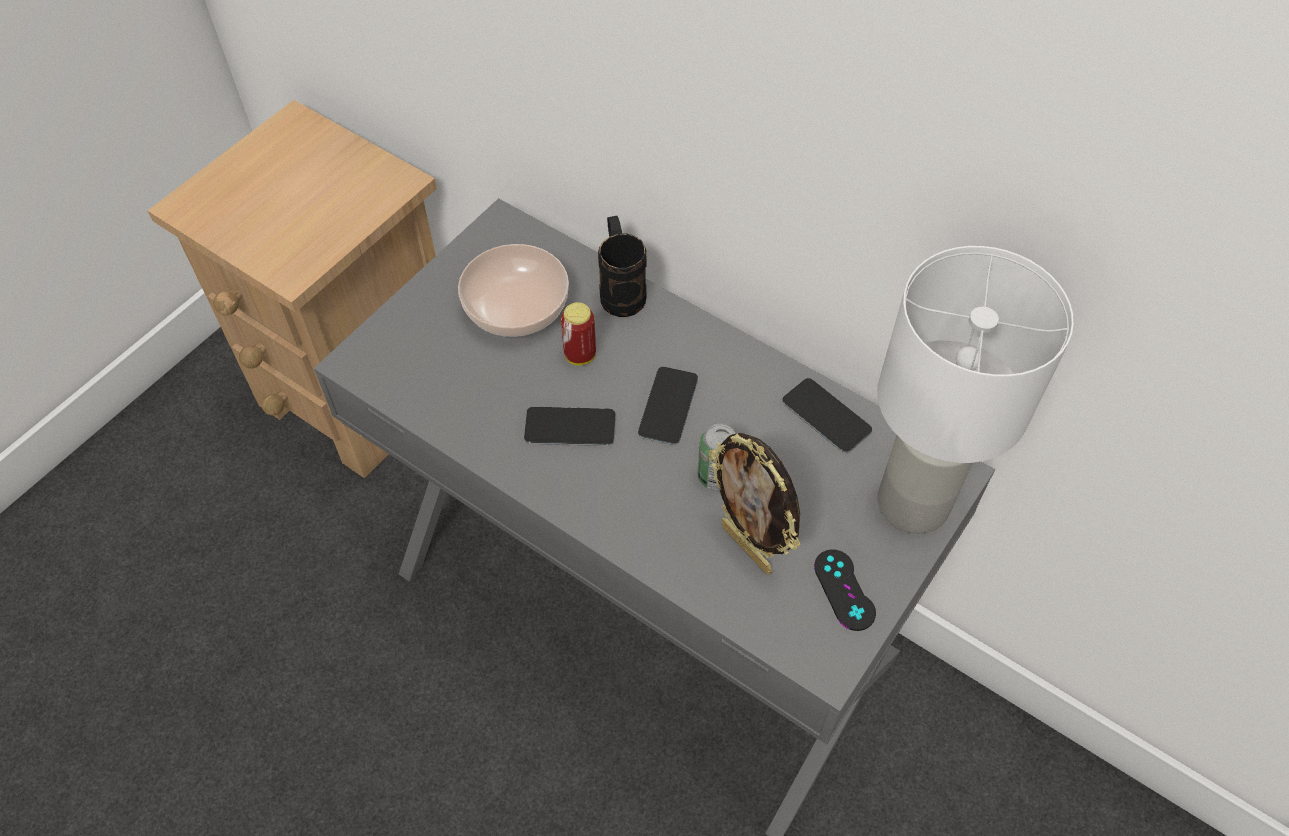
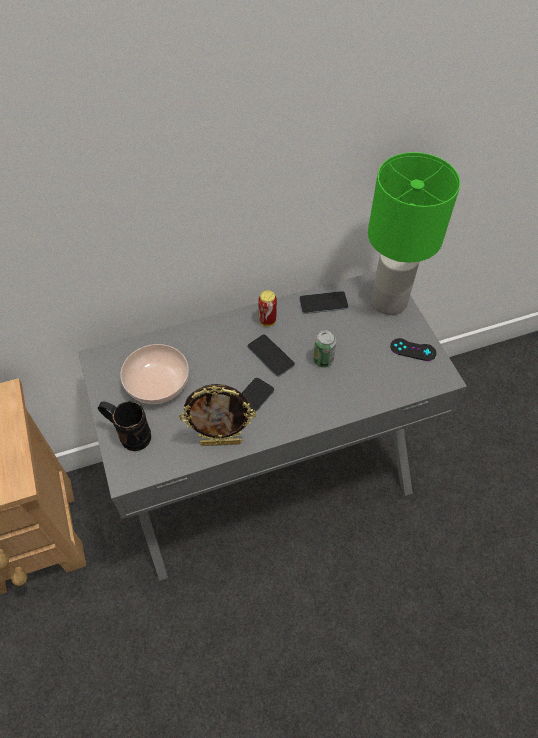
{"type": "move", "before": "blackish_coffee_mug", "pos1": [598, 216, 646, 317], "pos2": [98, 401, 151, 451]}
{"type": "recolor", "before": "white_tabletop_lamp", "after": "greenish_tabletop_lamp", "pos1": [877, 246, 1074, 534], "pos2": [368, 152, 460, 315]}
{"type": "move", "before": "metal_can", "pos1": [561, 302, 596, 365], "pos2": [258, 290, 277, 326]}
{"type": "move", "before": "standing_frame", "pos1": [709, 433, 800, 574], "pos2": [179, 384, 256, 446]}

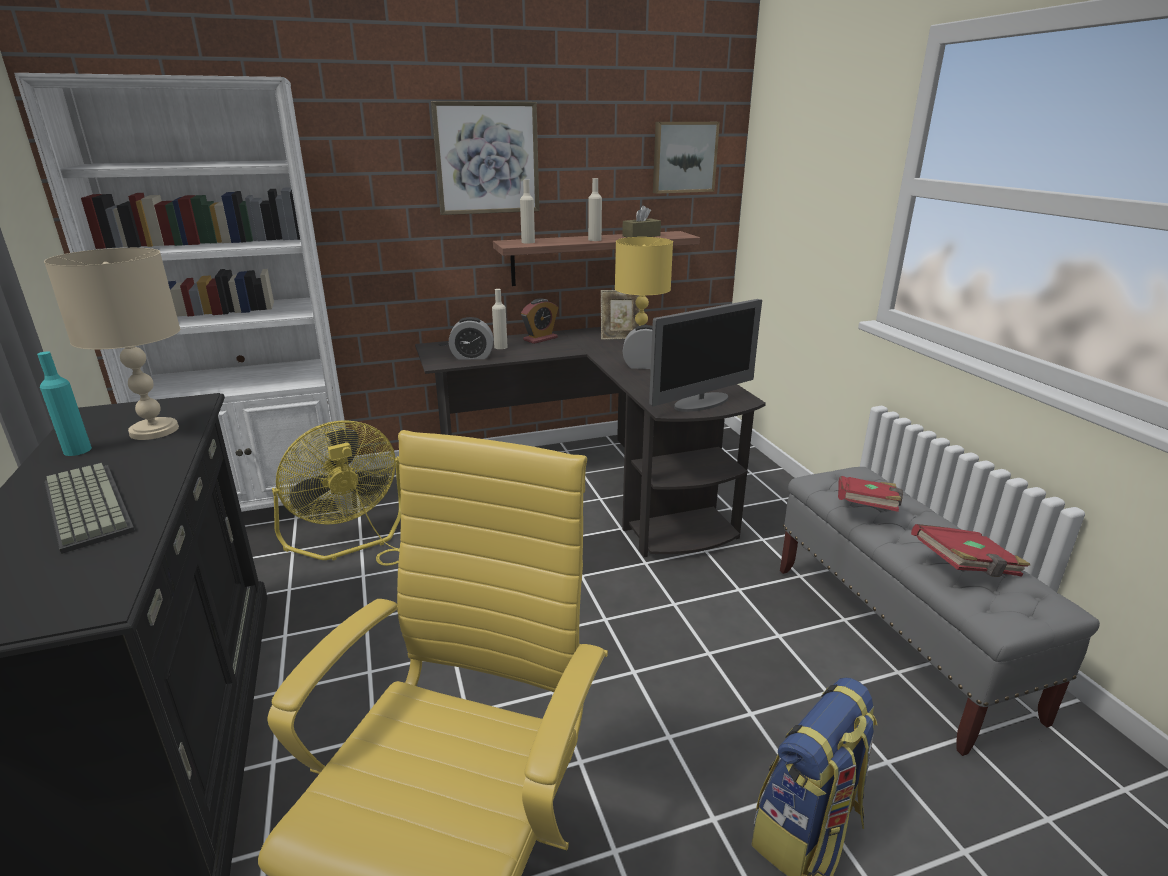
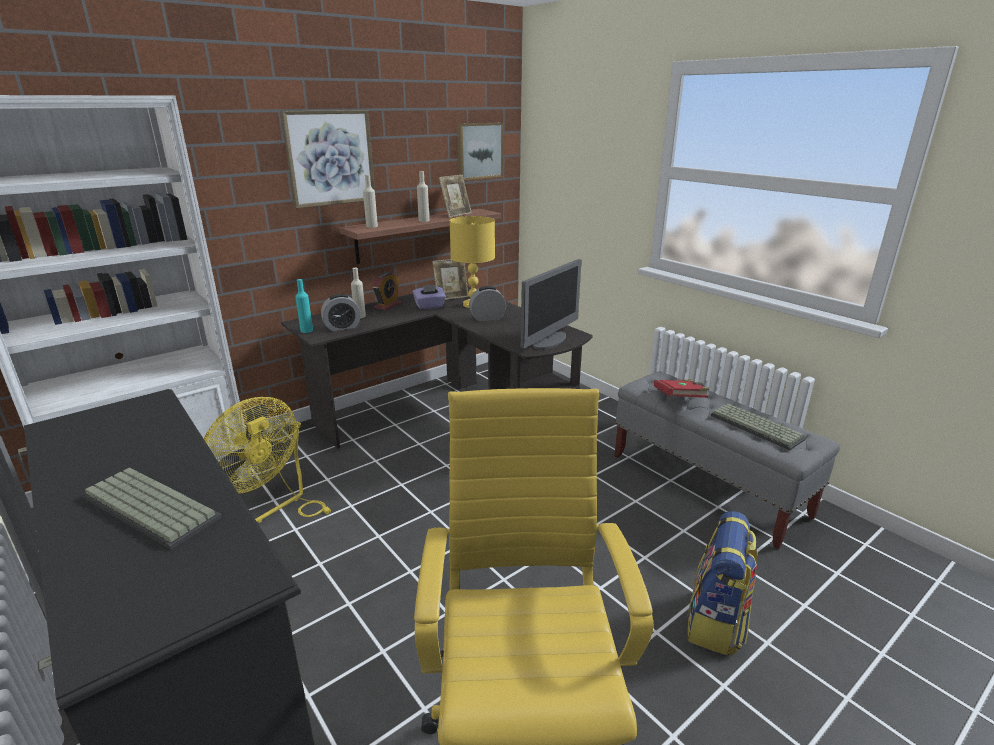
{"type": "replace", "before": "brown-coloured_tissue_box", "after": "standing_frame", "pos1": [622, 205, 661, 238], "pos2": [439, 175, 472, 218]}
{"type": "delete", "before": "beige-coloured_tabletop_lamp", "pos1": [44, 248, 180, 440]}
{"type": "move", "before": "blue-green_beverage_bottle", "pos1": [37, 351, 92, 456], "pos2": [295, 279, 313, 333]}
{"type": "replace", "before": "red-coloured_book", "after": "PC_keyboard", "pos1": [911, 524, 1031, 577], "pos2": [710, 403, 806, 450]}
{"type": "insert", "after": "purple_tissue_box", "pos2": [413, 284, 446, 309]}

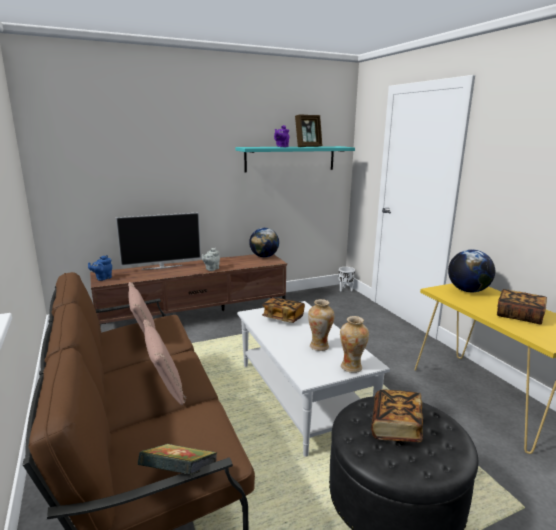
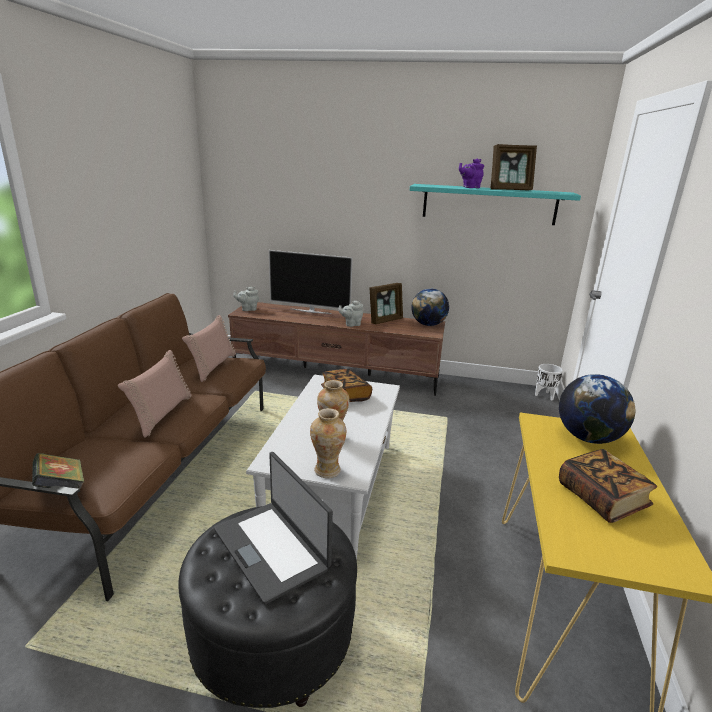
{"type": "recolor", "before": "blue-coloured_pot_for_tea", "after": "gray_pot_for_tea", "pos1": [88, 255, 112, 281], "pos2": [233, 287, 259, 311]}
{"type": "replace", "before": "book", "after": "portable_computer", "pos1": [371, 389, 423, 442], "pos2": [214, 452, 333, 605]}
{"type": "insert", "after": "standing_frame", "pos2": [370, 283, 403, 324]}

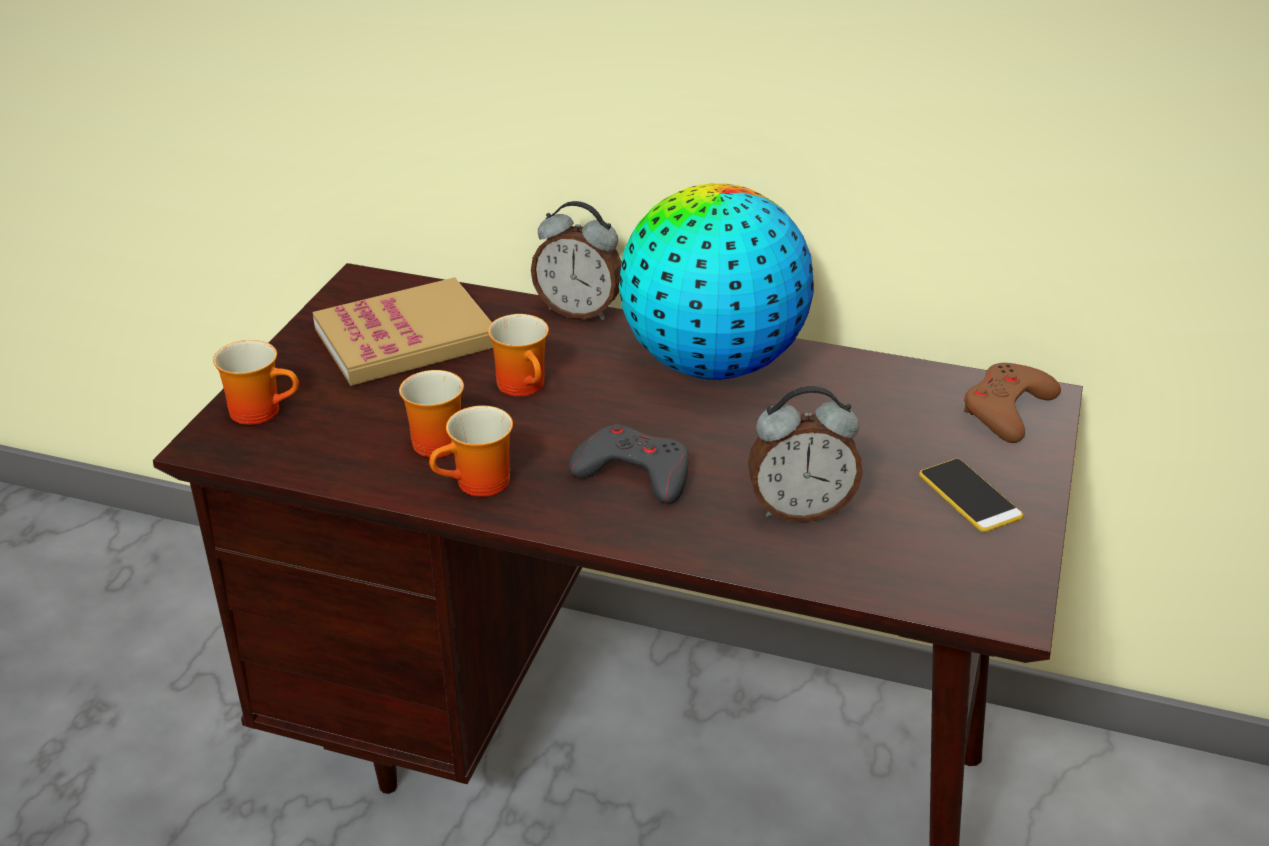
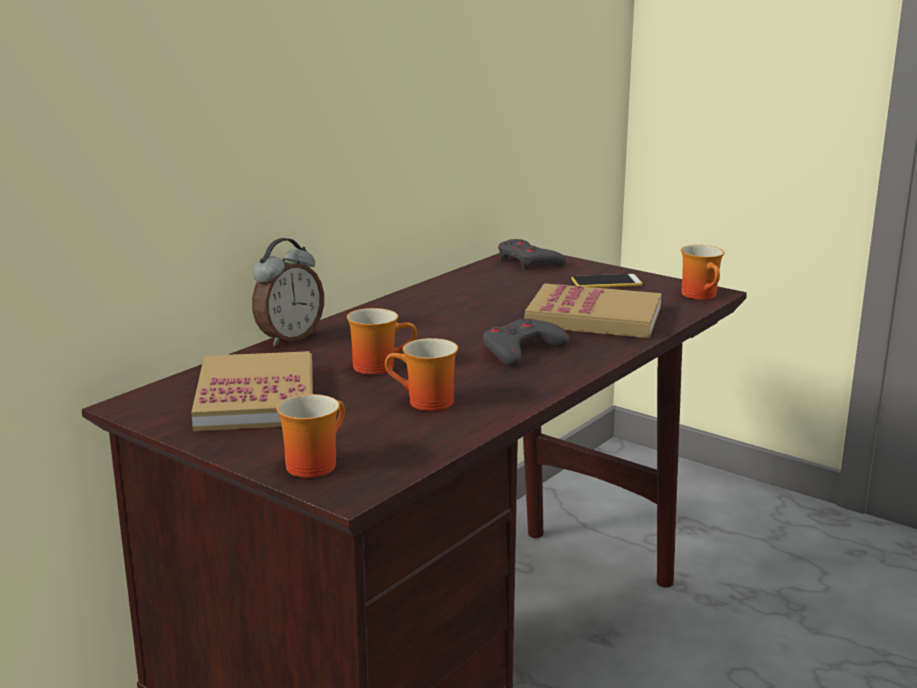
{"type": "delete", "before": "world_globe", "pos1": [619, 183, 814, 380]}
{"type": "recolor", "before": "brown-coloured_game_controller", "after": "gray_game_controller", "pos1": [964, 363, 1061, 443], "pos2": [498, 239, 567, 269]}
{"type": "replace", "before": "alarm_clock", "after": "book", "pos1": [748, 386, 863, 523], "pos2": [524, 283, 662, 338]}
{"type": "move", "before": "coffee_mug", "pos1": [429, 405, 513, 497], "pos2": [681, 245, 725, 300]}

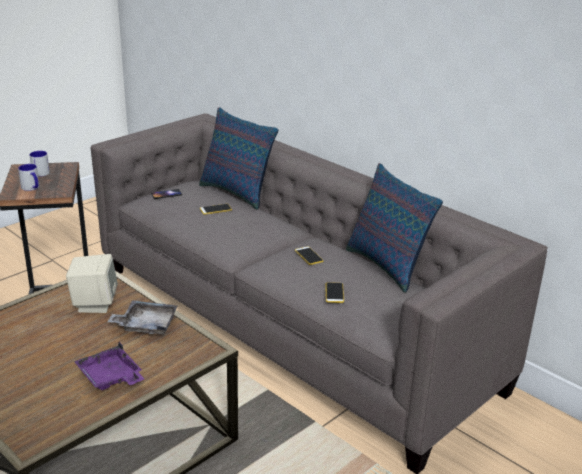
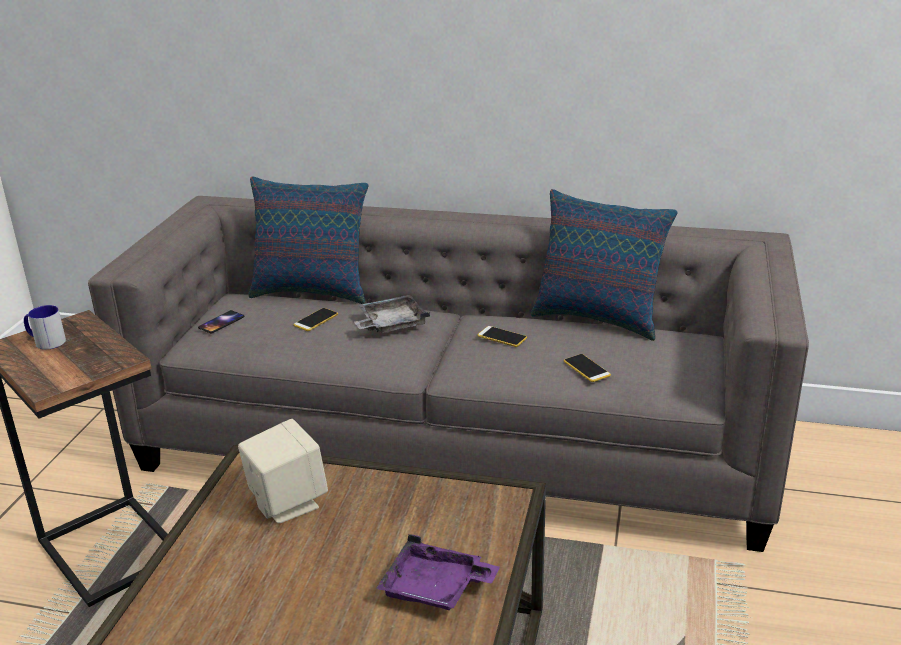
{"type": "delete", "before": "coffee_mug", "pos1": [18, 164, 39, 191]}
{"type": "move", "before": "gray_serving_tray", "pos1": [107, 300, 177, 335], "pos2": [354, 295, 430, 333]}

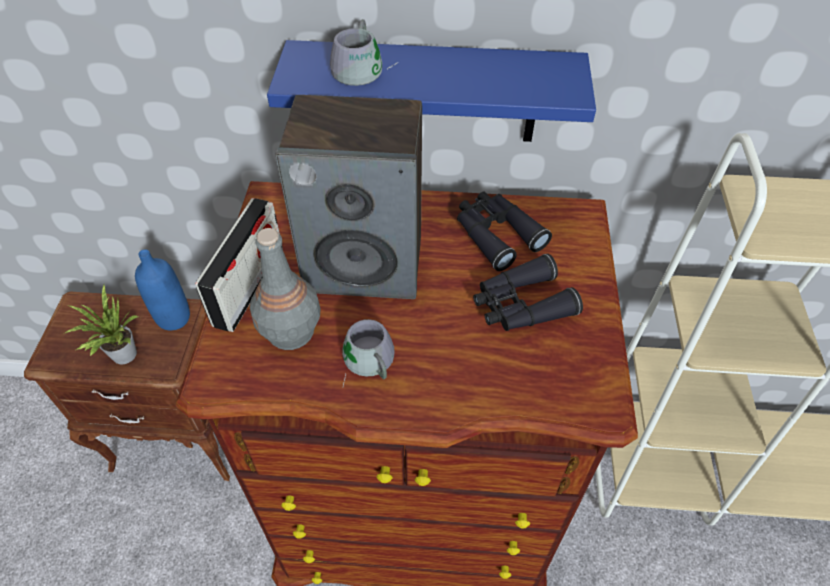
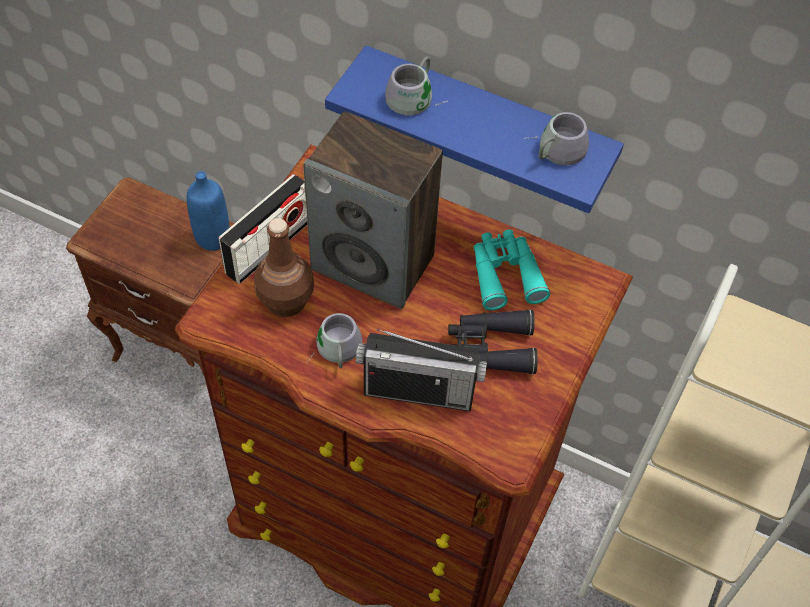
{"type": "recolor", "before": "blackish_binoculars", "after": "blue-green_binoculars", "pos1": [457, 191, 552, 271], "pos2": [474, 229, 550, 311]}
{"type": "recolor", "before": "gray_beverage_bottle", "after": "brown-coloured_beverage_bottle", "pos1": [250, 228, 321, 350], "pos2": [254, 218, 314, 317]}
{"type": "delete", "before": "plant_in_a_pot", "pos1": [63, 285, 138, 364]}
{"type": "insert", "after": "gray_coffee_mug", "pos2": [525, 112, 589, 165]}
{"type": "insert", "after": "radio_receiver", "pos2": [356, 329, 487, 411]}

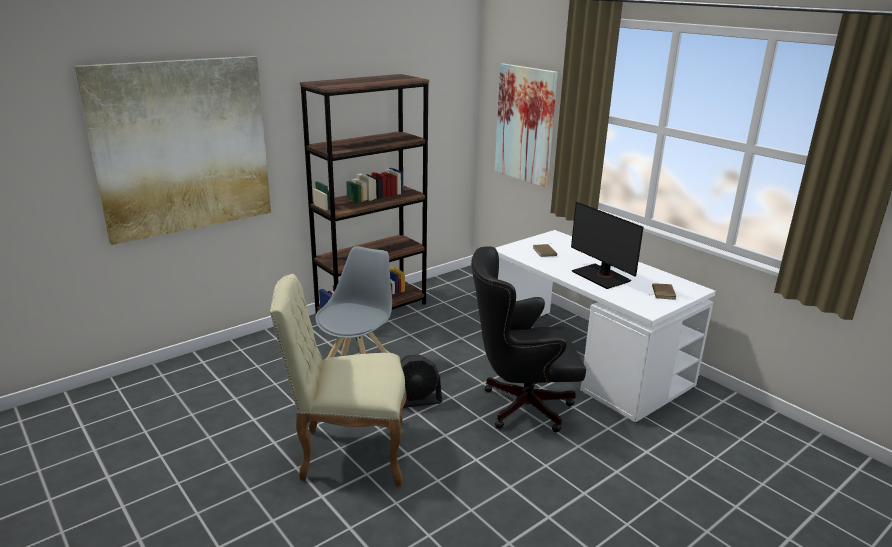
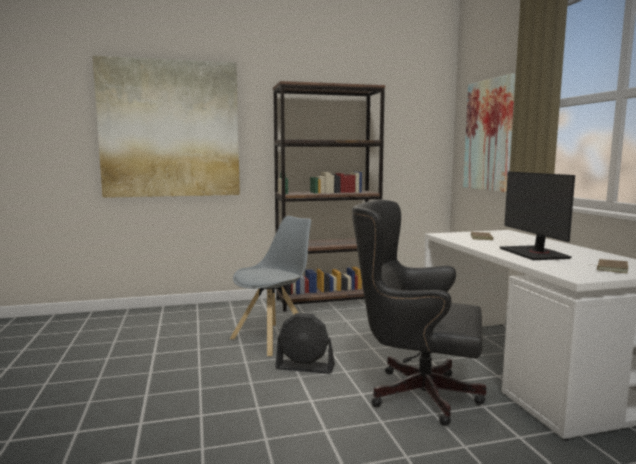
{"type": "delete", "before": "beige-coloured_chair", "pos1": [270, 274, 406, 487]}

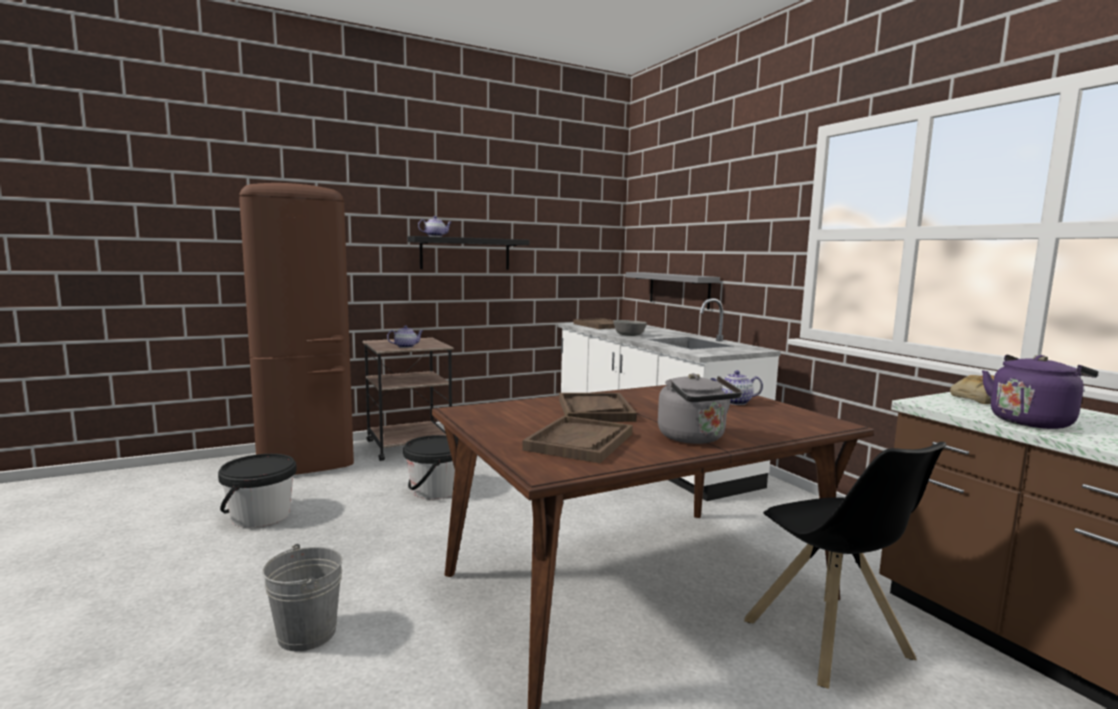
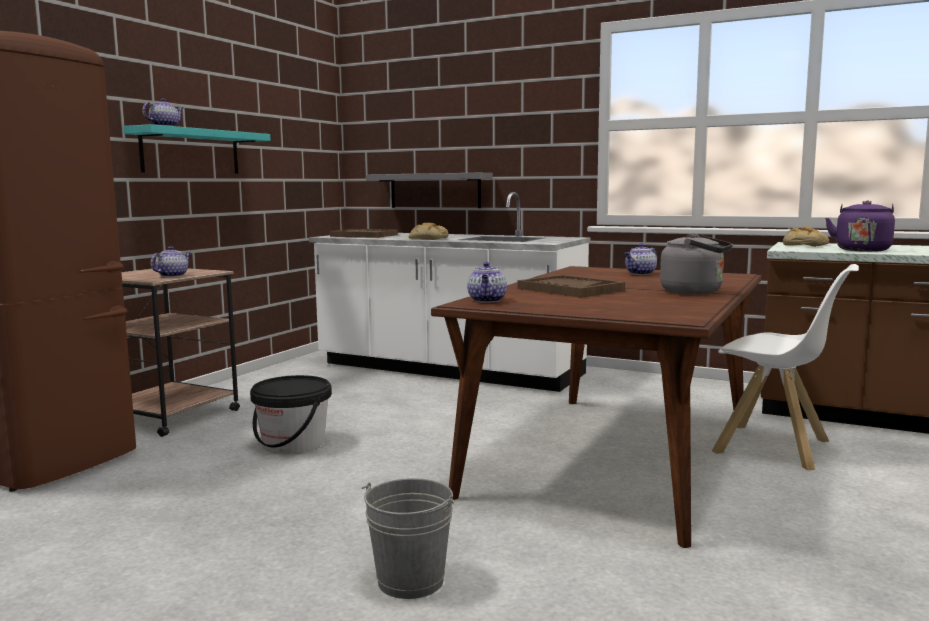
{"type": "recolor", "before": "blackish_bracket_shelf", "after": "blue-green_bracket_shelf", "pos1": [407, 236, 529, 270], "pos2": [123, 124, 271, 174]}
{"type": "replace", "before": "gray_deep_dish", "after": "baked_bread", "pos1": [613, 320, 647, 336], "pos2": [409, 223, 449, 240]}
{"type": "delete", "before": "brown-coloured_serving_tray", "pos1": [522, 416, 633, 463]}
{"type": "recolor", "before": "blackish_chair", "after": "white_chair", "pos1": [744, 442, 946, 689], "pos2": [712, 264, 859, 471]}
{"type": "delete", "before": "blackish_water_bucket", "pos1": [218, 454, 297, 528]}
{"type": "insert", "after": "pot_for_tea", "pos2": [467, 262, 507, 303]}

